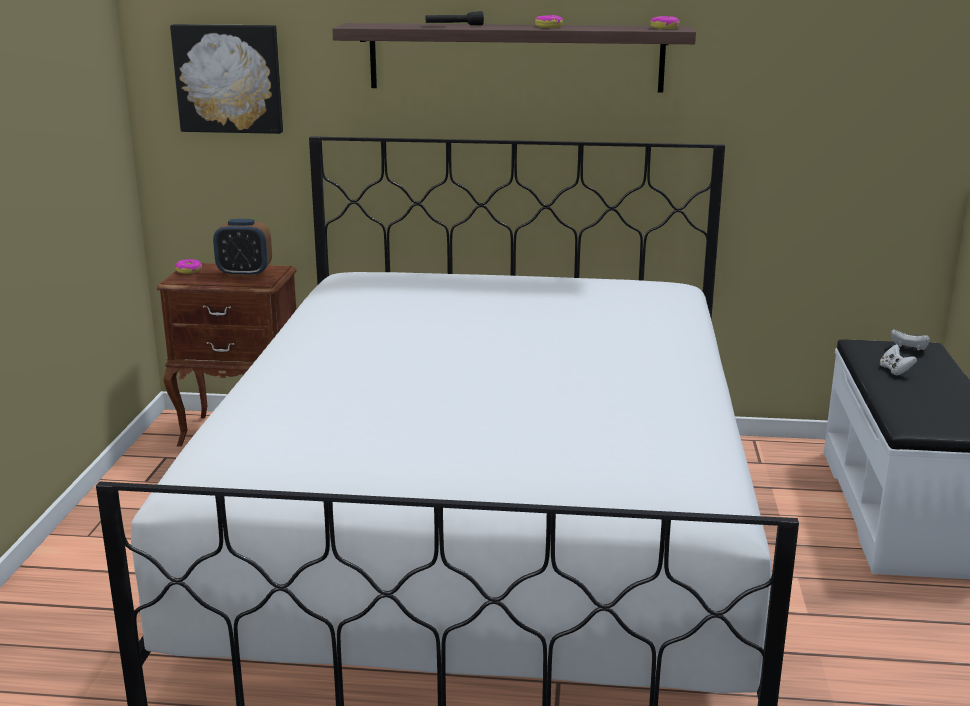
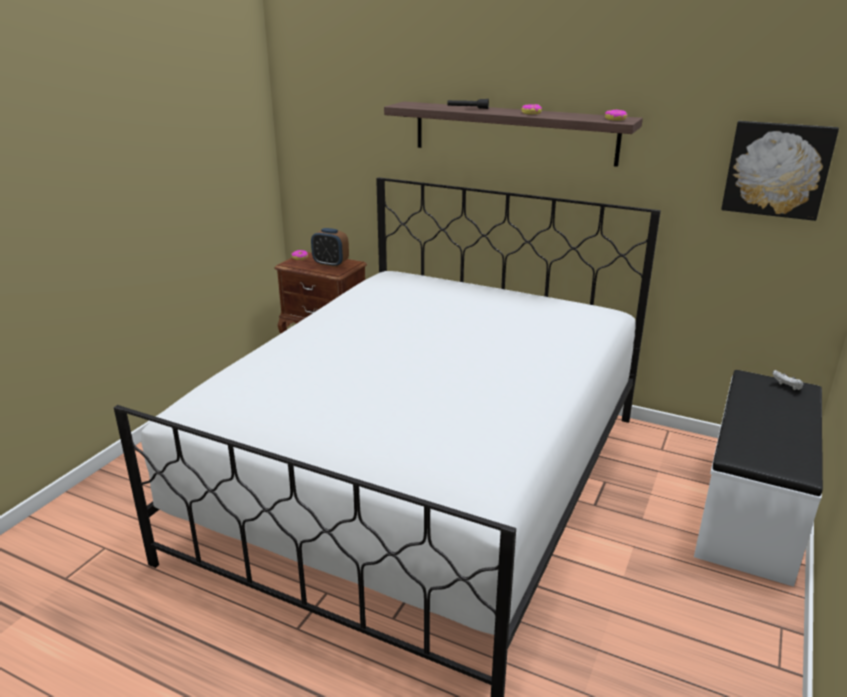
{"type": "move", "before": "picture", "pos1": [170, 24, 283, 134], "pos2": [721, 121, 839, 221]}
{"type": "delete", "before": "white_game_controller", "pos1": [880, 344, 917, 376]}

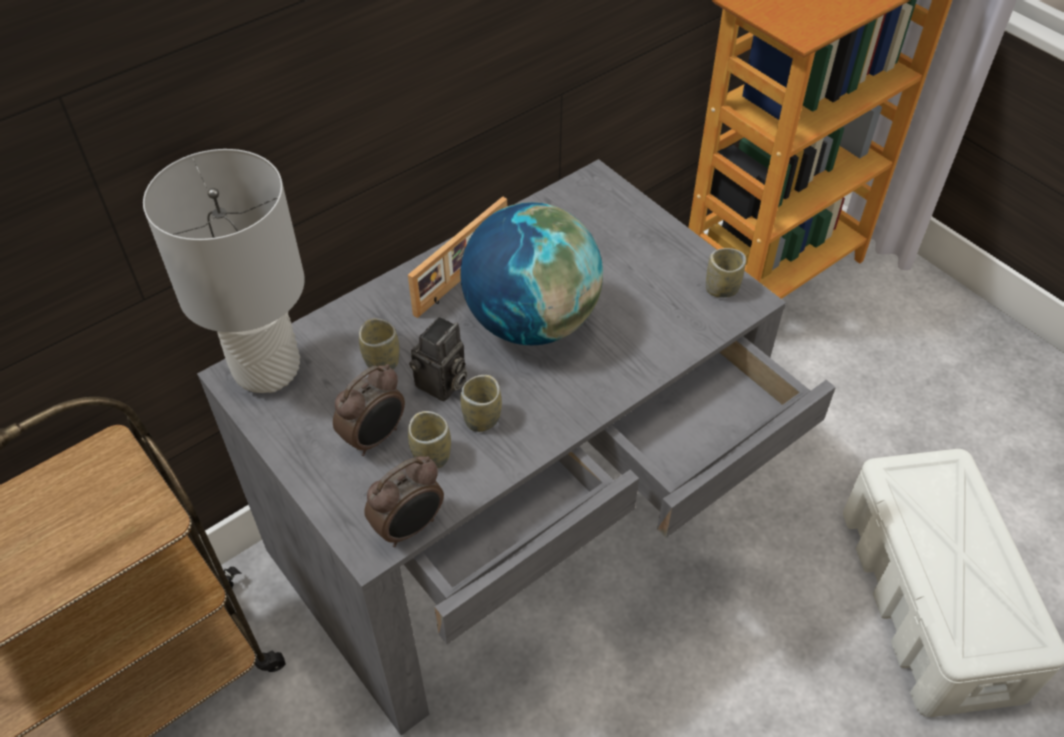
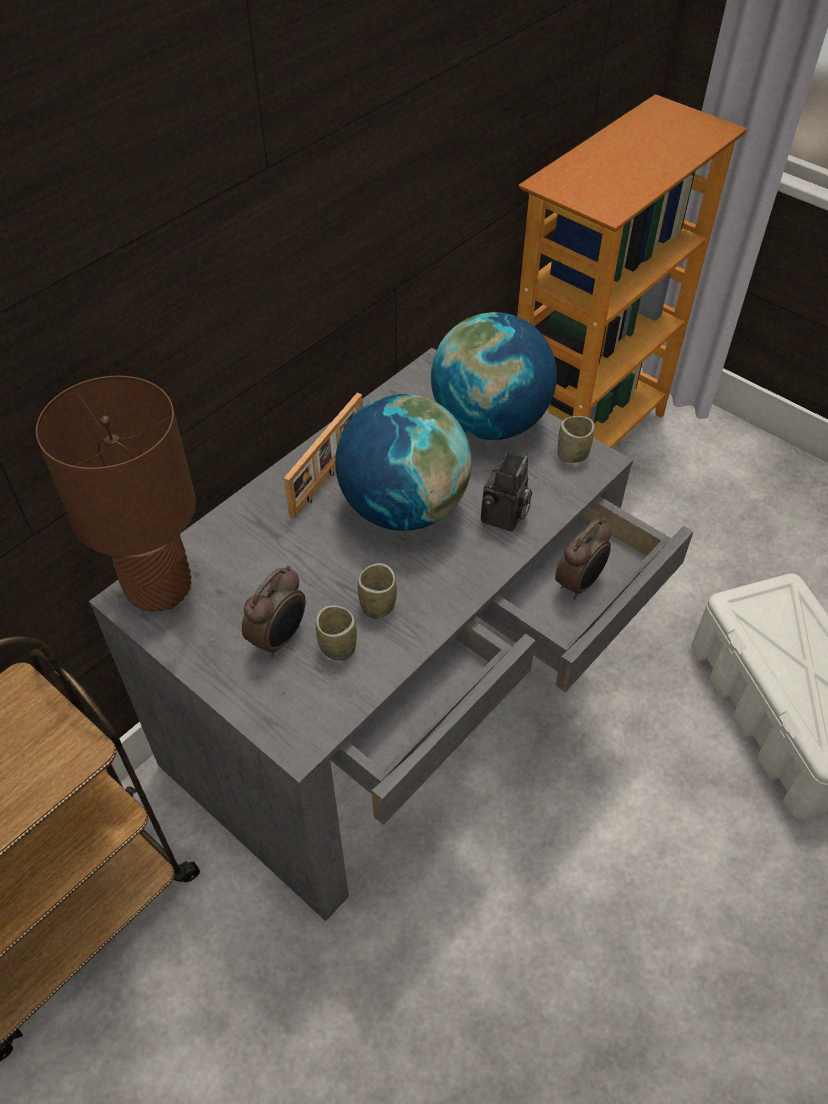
{"type": "recolor", "before": "gray_tabletop_lamp", "after": "brown-coloured_tabletop_lamp", "pos1": [143, 149, 305, 393], "pos2": [36, 376, 196, 612]}
{"type": "move", "before": "still_camera", "pos1": [409, 316, 467, 401], "pos2": [481, 453, 532, 532]}
{"type": "delete", "before": "cup", "pos1": [359, 318, 399, 370]}
{"type": "move", "before": "alarm_clock", "pos1": [364, 456, 444, 547], "pos2": [555, 518, 612, 600]}
{"type": "insert", "after": "world_globe", "pos2": [431, 312, 557, 440]}

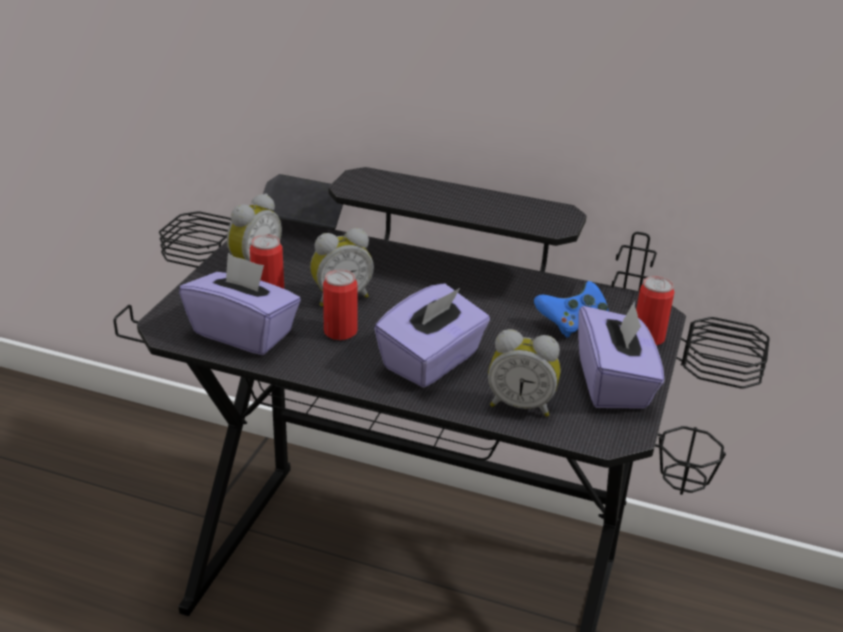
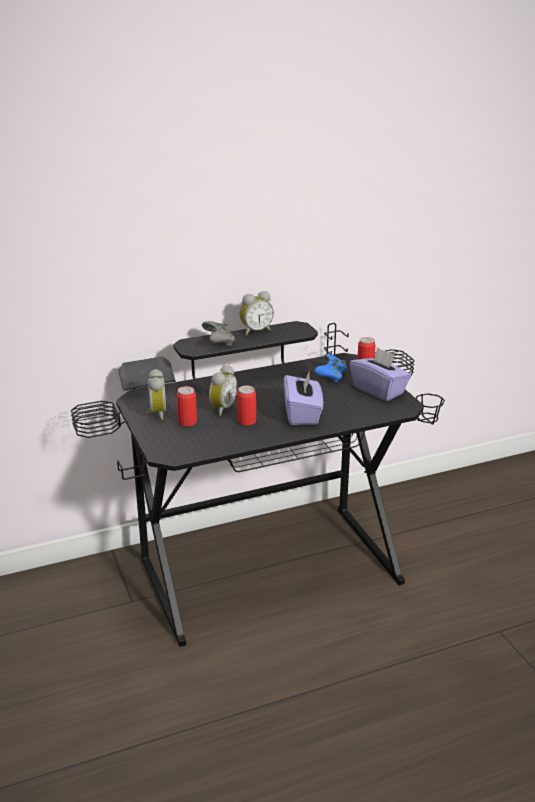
{"type": "delete", "before": "purple_tissue_box", "pos1": [179, 253, 301, 355]}
{"type": "move", "before": "alarm_clock", "pos1": [488, 329, 560, 417], "pos2": [240, 291, 274, 335]}
{"type": "insert", "after": "gray_game_controller", "pos2": [202, 321, 235, 346]}

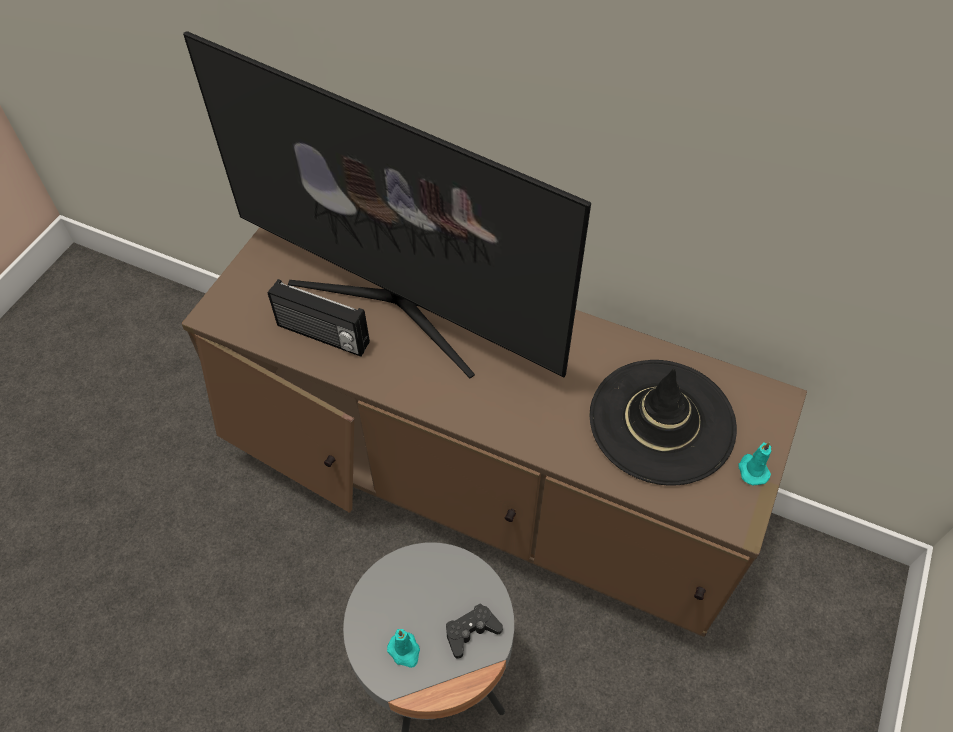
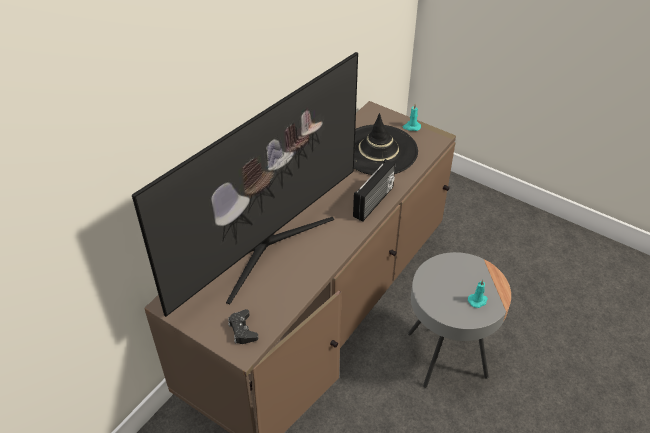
{"type": "move", "before": "radio_receiver", "pos1": [268, 279, 370, 357], "pos2": [353, 159, 395, 222]}
{"type": "move", "before": "blackish_game_controller", "pos1": [446, 603, 503, 659], "pos2": [228, 309, 259, 344]}

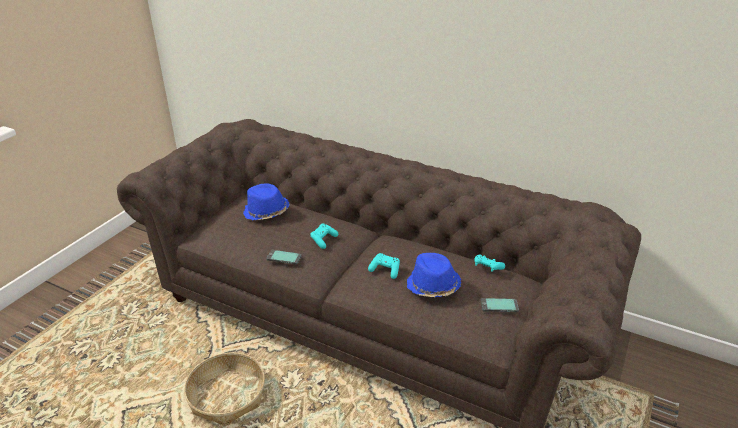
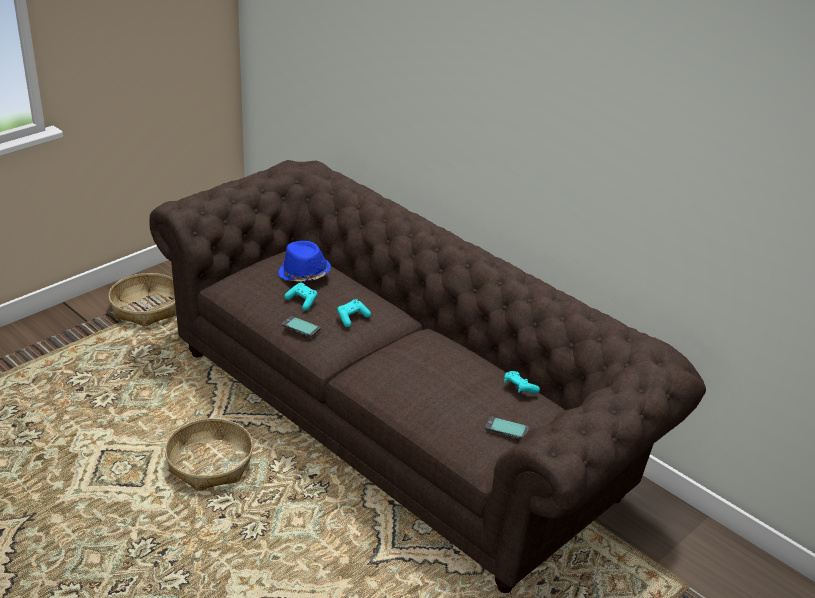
{"type": "move", "before": "blue-green_game_controller", "pos1": [368, 253, 400, 279], "pos2": [284, 283, 318, 311]}
{"type": "delete", "before": "blue-coloured_hat", "pos1": [407, 253, 461, 297]}
{"type": "insert", "after": "household_basket", "pos2": [108, 273, 176, 327]}

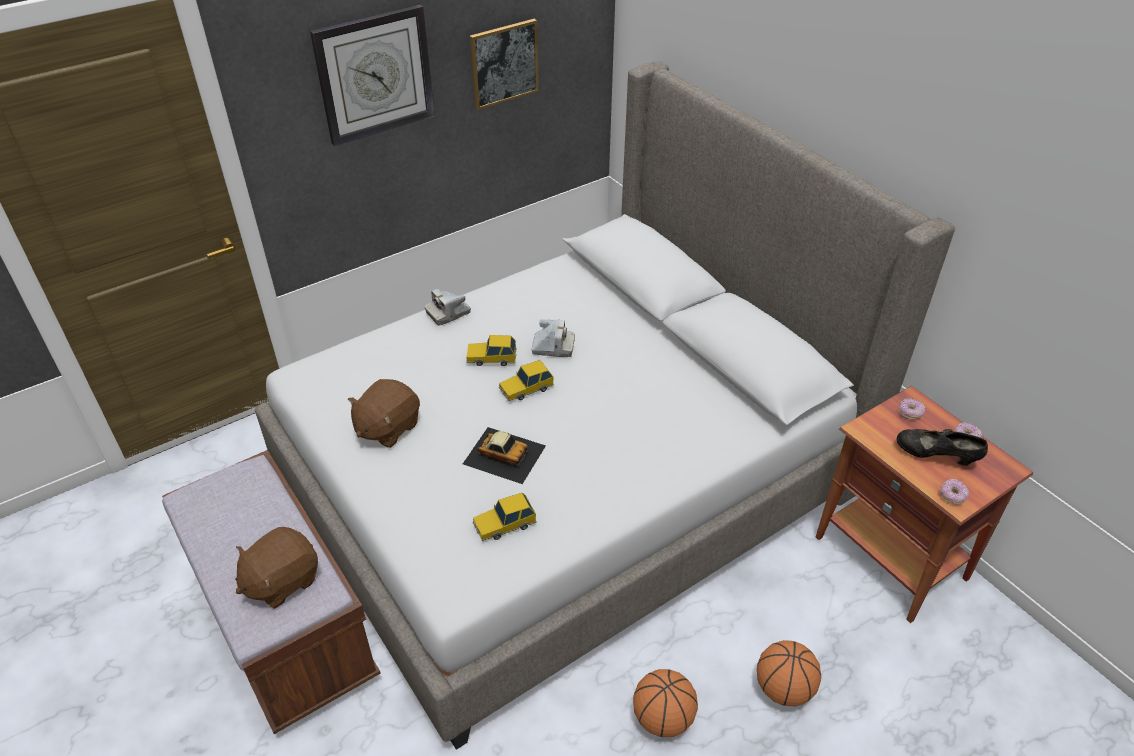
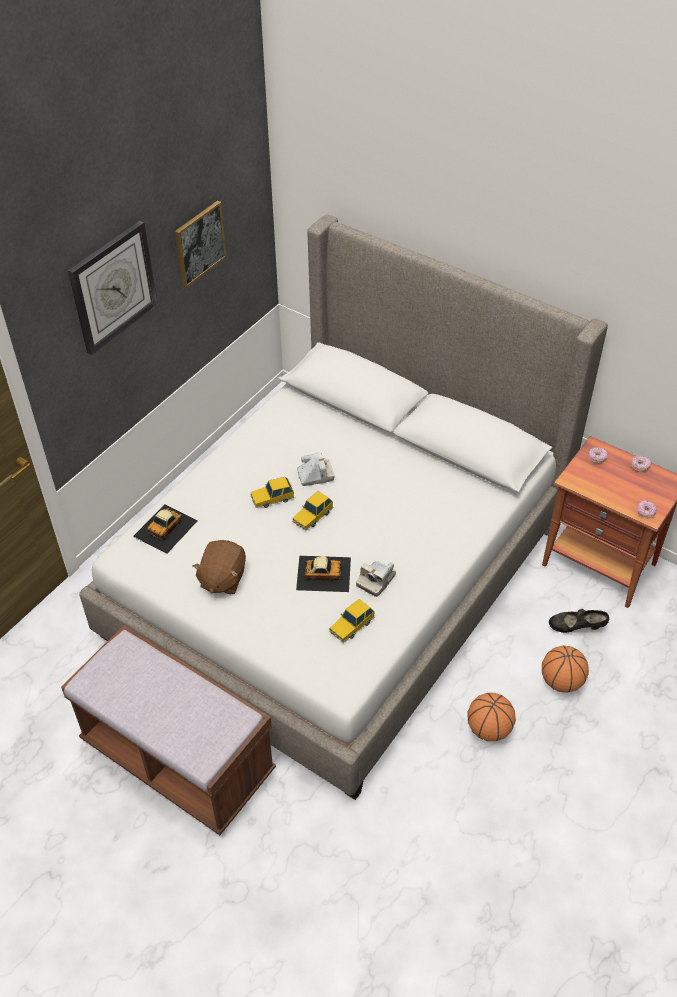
{"type": "move", "before": "still_camera", "pos1": [425, 289, 471, 326], "pos2": [356, 561, 396, 597]}
{"type": "move", "before": "blackish_low_shoe", "pos1": [897, 429, 988, 466], "pos2": [549, 609, 609, 633]}
{"type": "delete", "before": "brown-coloured_plush_toy", "pos1": [235, 527, 318, 608]}
{"type": "insert", "after": "miniature_car", "pos2": [133, 504, 198, 554]}

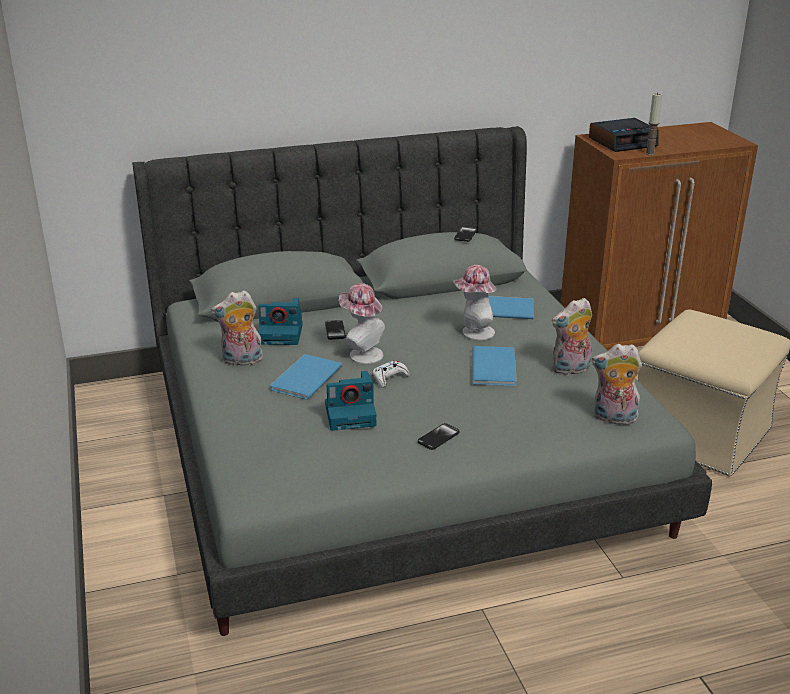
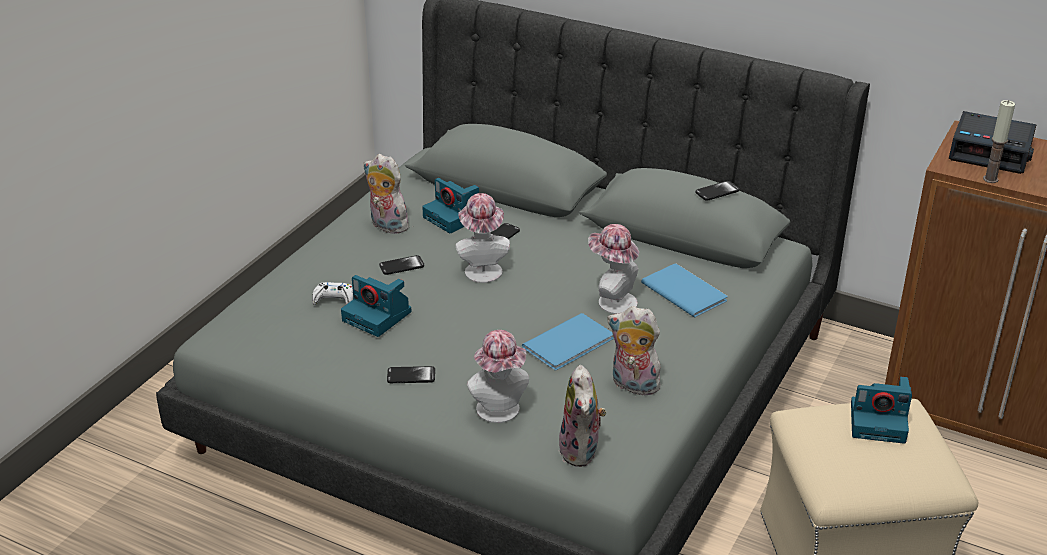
{"type": "rotate", "before": "plush_toy", "pos1": [592, 344, 642, 425], "pos2": [558, 365, 607, 467], "turn": -150}
{"type": "replace", "before": "blue-coloured_book", "after": "telephone", "pos1": [270, 354, 342, 400], "pos2": [379, 255, 424, 275]}
{"type": "move", "before": "white_game_controller", "pos1": [372, 361, 410, 388], "pos2": [312, 282, 353, 305]}
{"type": "insert", "after": "hat", "pos2": [467, 330, 529, 423]}
{"type": "insert", "after": "still_camera", "pos2": [851, 377, 912, 444]}

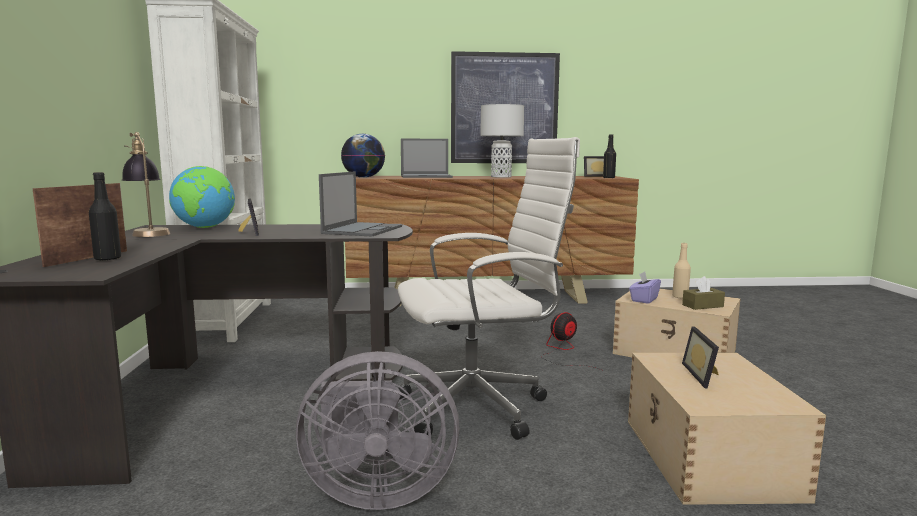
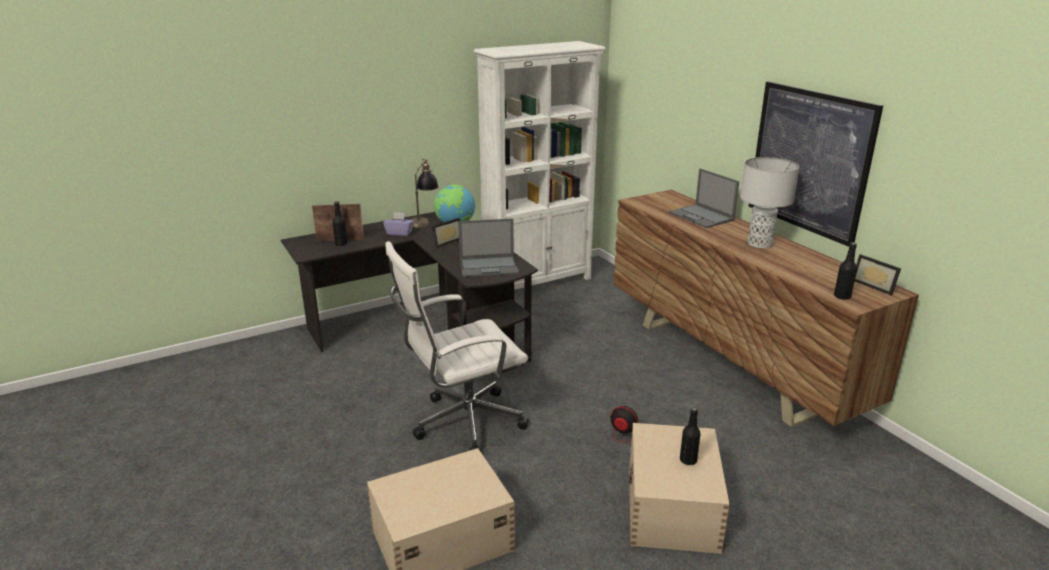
{"type": "delete", "before": "world_globe", "pos1": [341, 134, 385, 178]}
{"type": "rotate", "before": "white_office_chair", "pos1": [397, 137, 580, 440], "pos2": [385, 241, 529, 452], "turn": 105}
{"type": "recolor", "before": "beige-coloured_beverage_bottle", "after": "blackish_beverage_bottle", "pos1": [672, 243, 691, 299], "pos2": [680, 407, 701, 465]}
{"type": "move", "before": "purple_tissue_box", "pos1": [629, 272, 661, 304], "pos2": [383, 212, 414, 236]}
{"type": "delete", "before": "brown-coloured_tissue_box", "pos1": [682, 276, 725, 310]}
{"type": "delete", "before": "standing_frame", "pos1": [682, 326, 719, 388]}
{"type": "delete", "before": "gray_electric_fan", "pos1": [296, 351, 460, 510]}

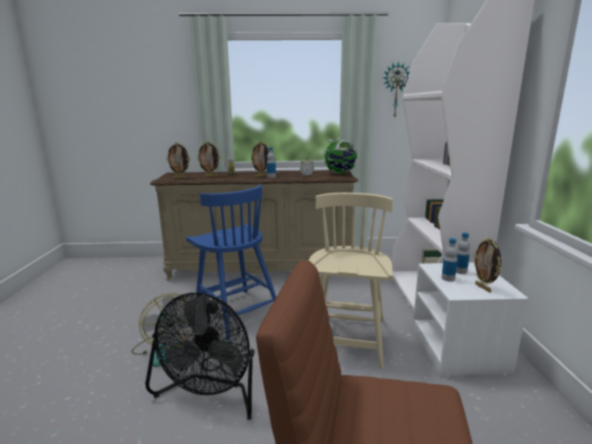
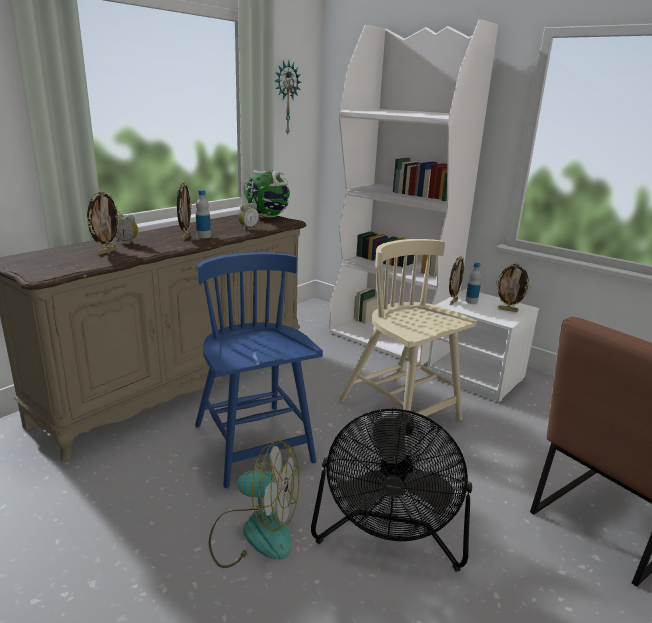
{"type": "move", "before": "standing_frame", "pos1": [166, 142, 190, 178], "pos2": [449, 256, 464, 305]}
{"type": "rotate", "before": "blue-coloured_chair", "pos1": [186, 184, 276, 341], "pos2": [195, 252, 323, 488], "turn": -120}
{"type": "delete", "before": "beverage_bottle", "pos1": [441, 238, 458, 282]}
{"type": "rotate", "before": "blackish_electric_fan", "pos1": [145, 293, 255, 420], "pos2": [311, 407, 472, 572], "turn": 45}

